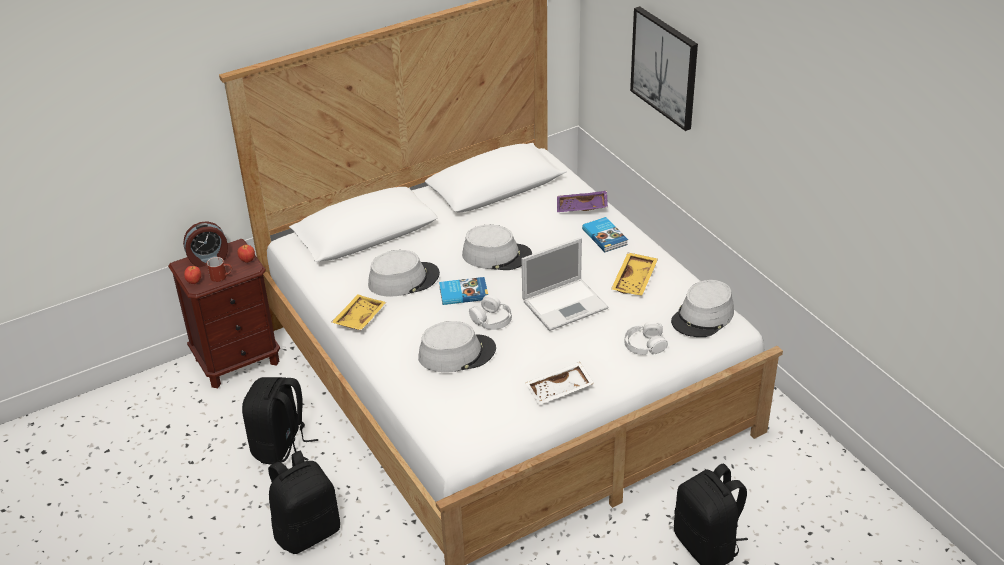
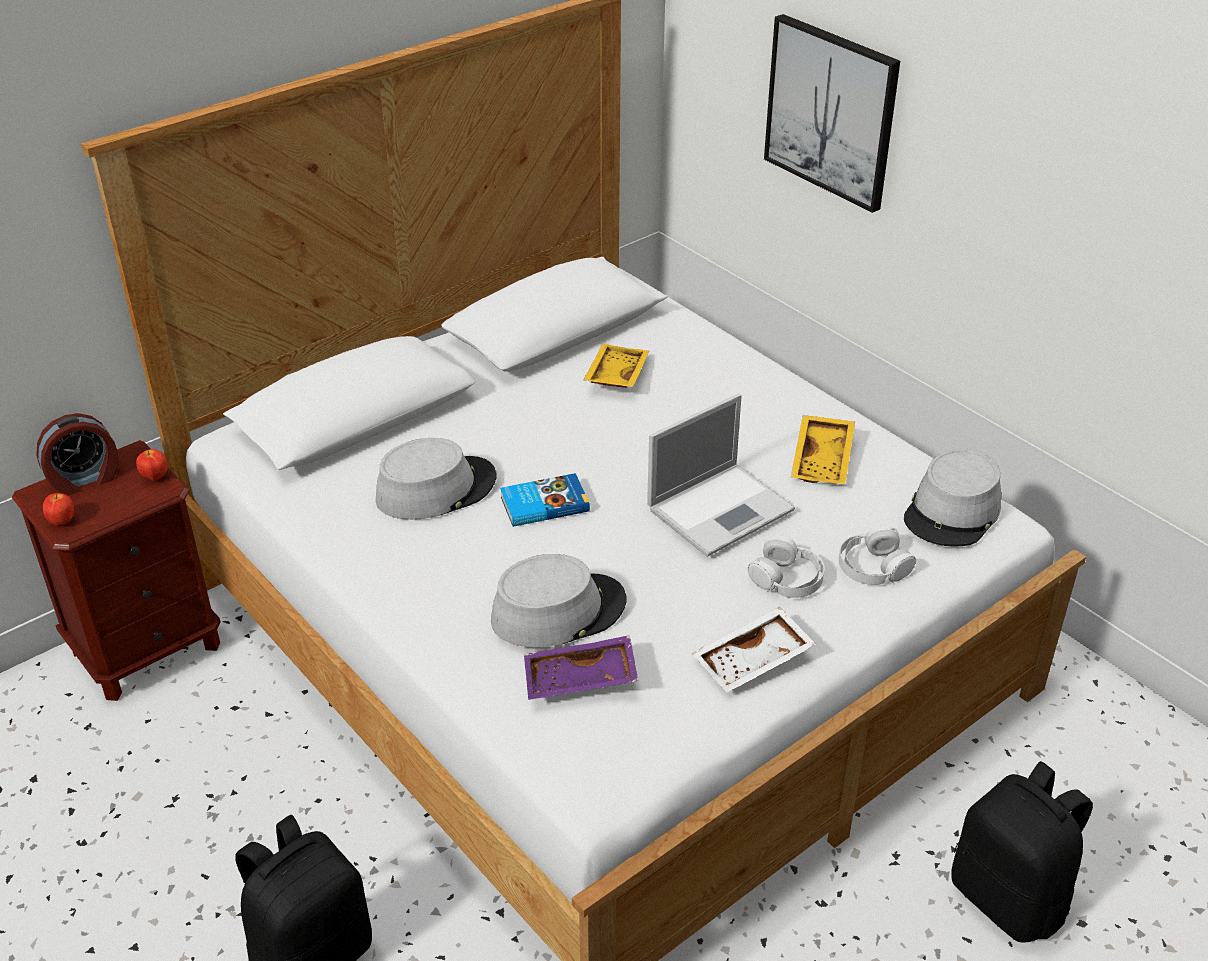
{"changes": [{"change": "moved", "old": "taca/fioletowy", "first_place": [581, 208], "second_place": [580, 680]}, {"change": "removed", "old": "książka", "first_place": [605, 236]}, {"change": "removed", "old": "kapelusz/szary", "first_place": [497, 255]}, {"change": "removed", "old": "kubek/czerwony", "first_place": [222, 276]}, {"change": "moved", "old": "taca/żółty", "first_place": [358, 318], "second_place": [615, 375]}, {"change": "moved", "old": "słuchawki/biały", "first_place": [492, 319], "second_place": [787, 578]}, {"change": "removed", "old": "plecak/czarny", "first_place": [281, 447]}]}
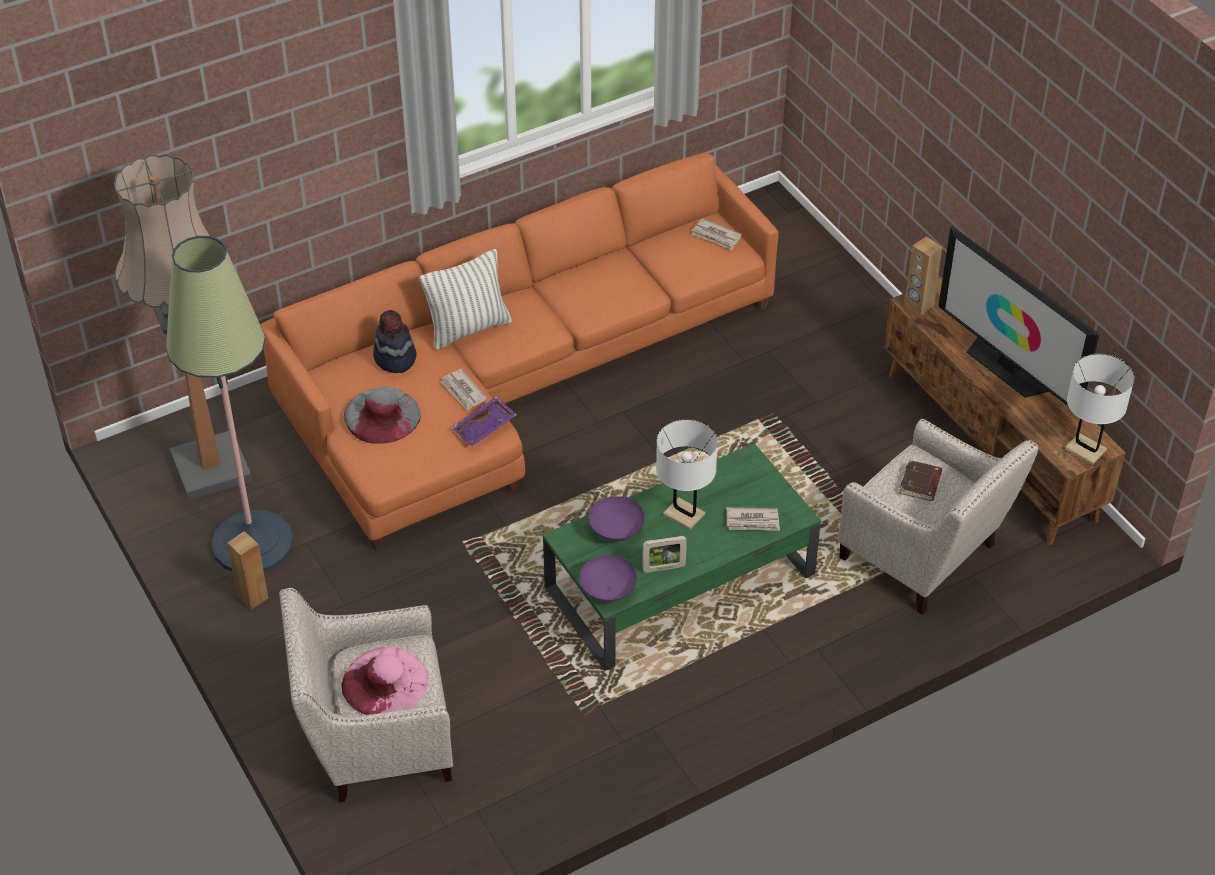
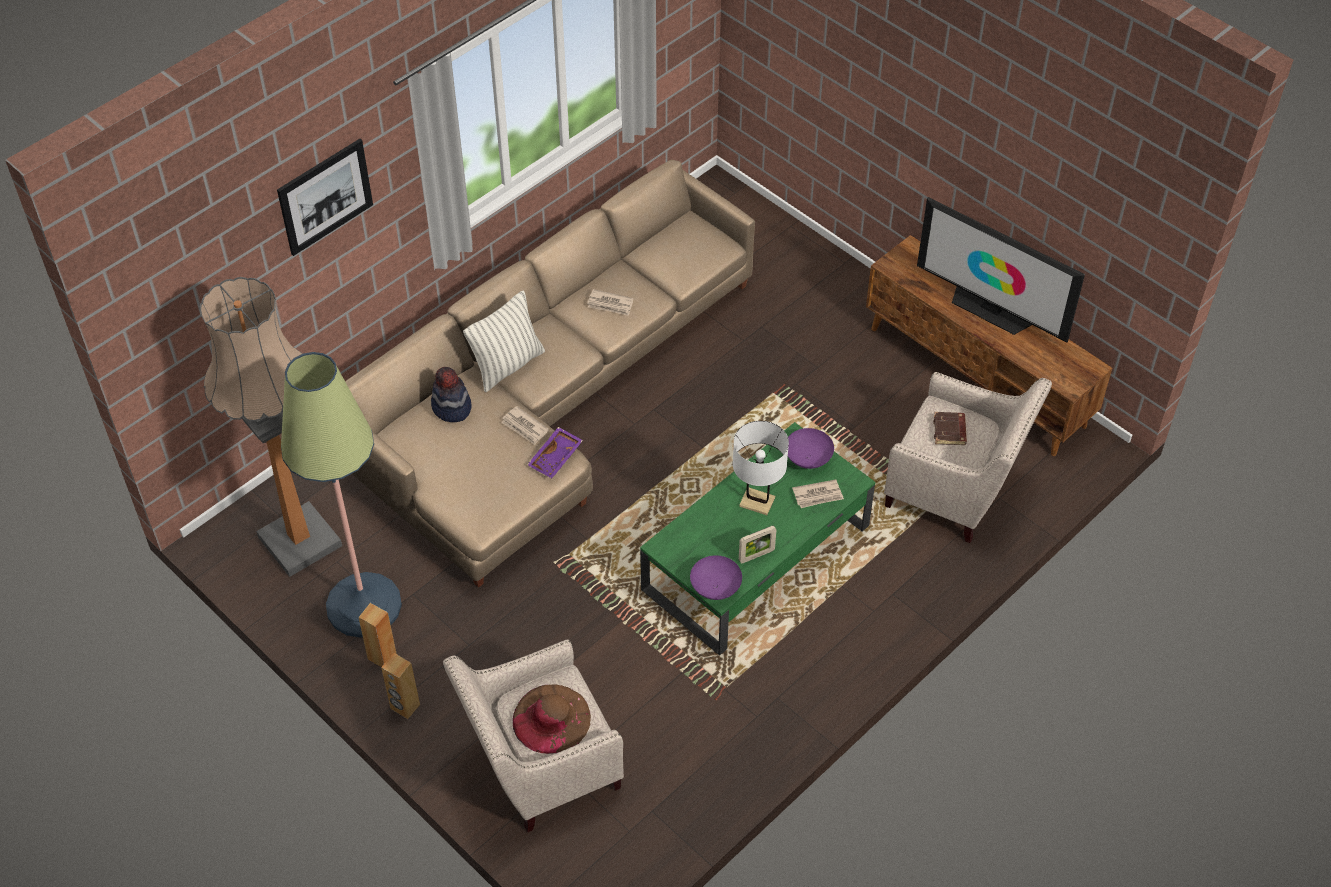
{"changes": [{"change": "recoloured", "old": "kanapa/pomarańczowy", "new": "kanapa/beżowy", "first_place": [512, 380], "second_place": [545, 400]}, {"change": "moved", "old": "gazeta", "first_place": [716, 236], "second_place": [610, 304]}, {"change": "moved", "old": "głośnik/brązowy", "first_place": [918, 305], "second_place": [405, 707]}, {"change": "removed", "old": "lampa stołowa/biały", "first_place": [1085, 450]}, {"change": "removed", "old": "kapelusz/szary", "first_place": [382, 415]}, {"change": "moved", "old": "miska/fioletowy", "first_place": [616, 530], "second_place": [807, 458]}, {"change": "recoloured", "old": "kapelusz/różowy", "new": "kapelusz/brązowy", "first_place": [385, 682], "second_place": [551, 718]}, {"change": "added", "new": "obraz", "second_place": [325, 196]}]}
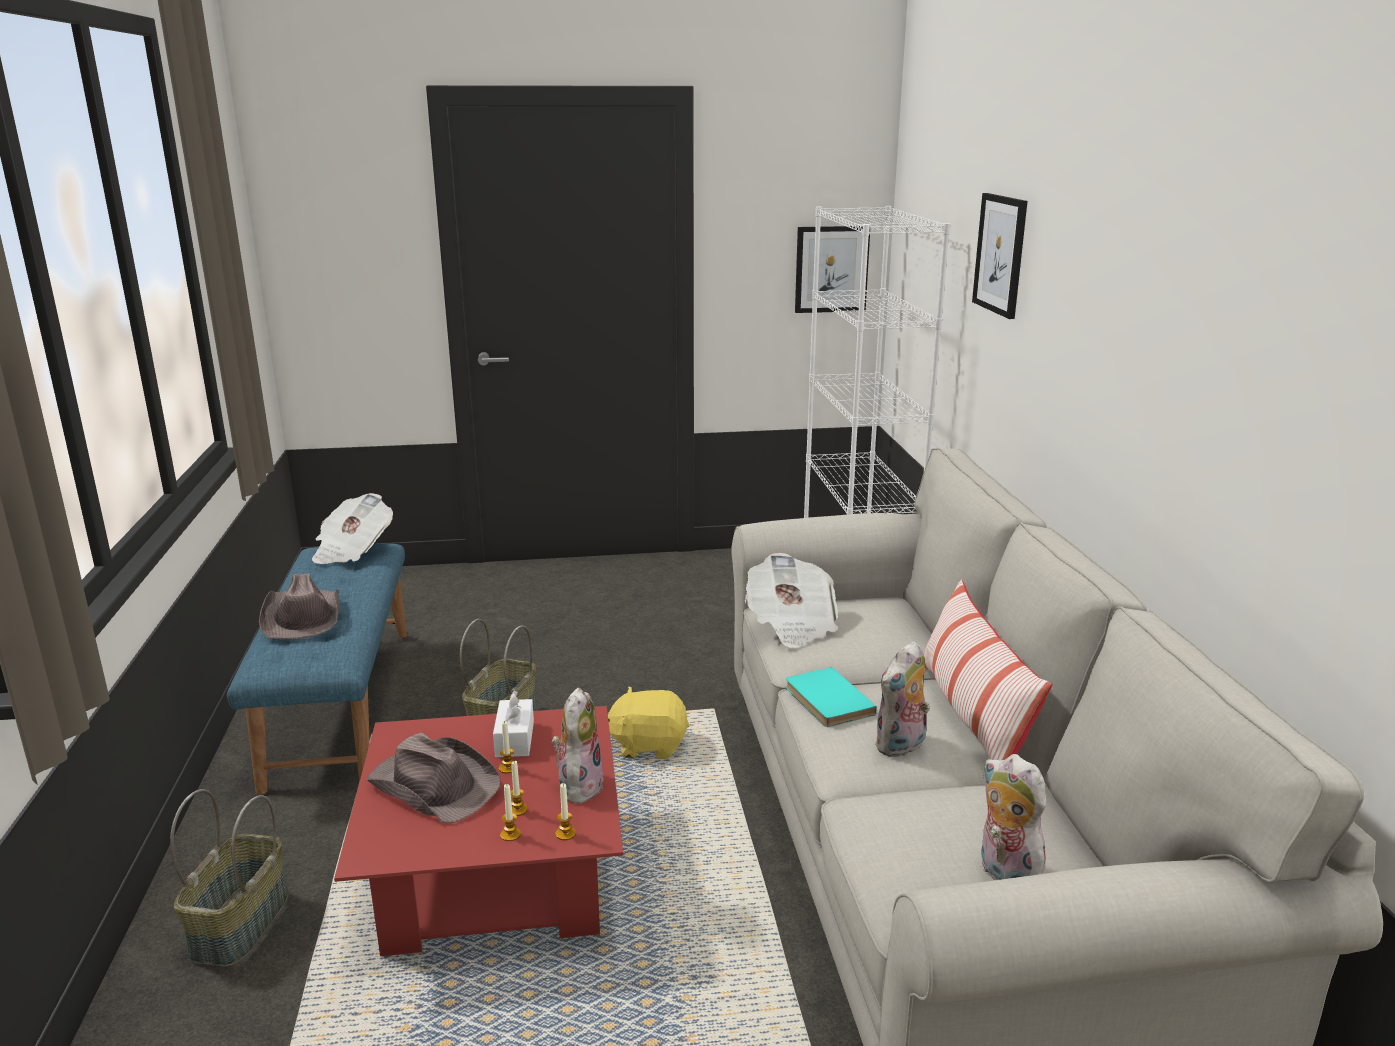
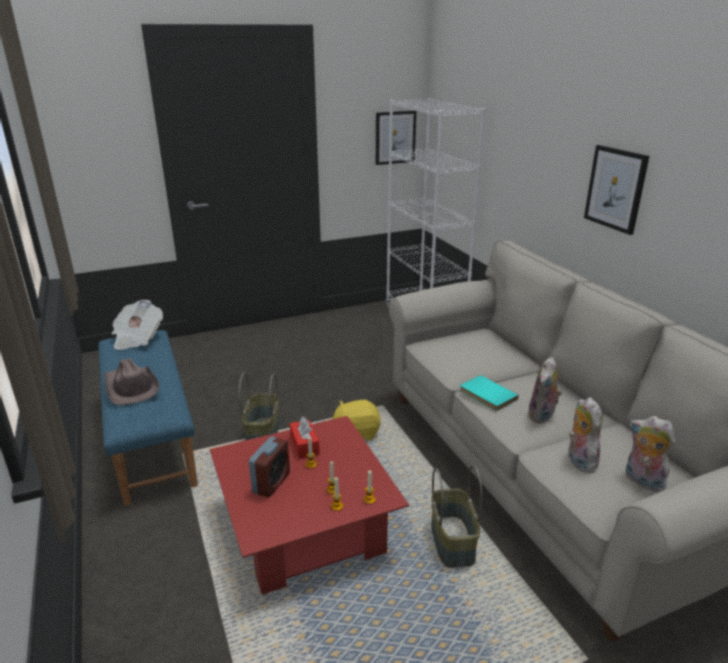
{"changes": [{"change": "moved", "old": "obraz", "first_place": [1000, 254], "second_place": [615, 189]}, {"change": "removed", "old": "gazeta", "first_place": [791, 624]}, {"change": "removed", "old": "poduszka", "first_place": [972, 717]}, {"change": "moved", "old": "pluszak", "first_place": [578, 785], "second_place": [578, 460]}, {"change": "recoloured", "old": "pudełko chusteczek/biały", "new": "pudełko chusteczek/czerwony", "first_place": [514, 739], "second_place": [304, 445]}, {"change": "replaced", "old": "kapelusz/brązowy", "new": "budzik", "first_place": [434, 784], "second_place": [271, 483]}, {"change": "moved", "old": "koszyk", "first_place": [241, 926], "second_place": [453, 542]}]}
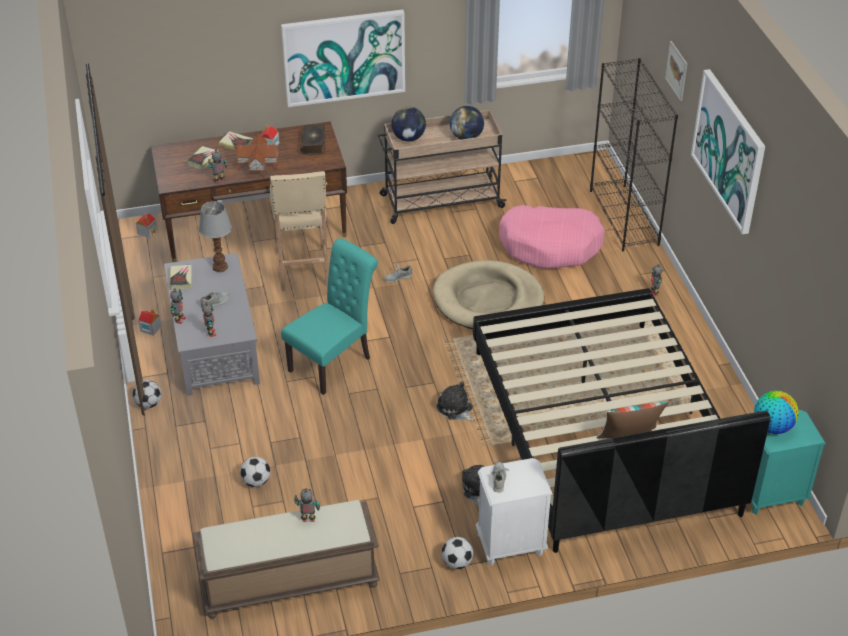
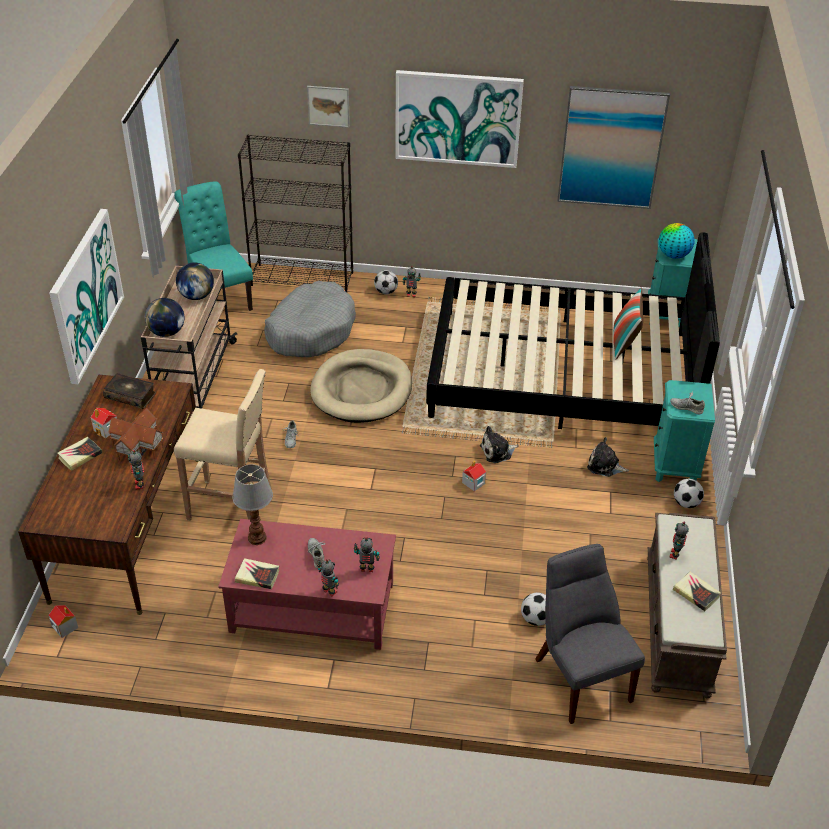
{"changes": [{"change": "moved", "old": "książka", "first_place": [203, 160], "second_place": [696, 593]}, {"change": "recoloured", "old": "legowisko/różowy", "new": "legowisko/szary", "first_place": [550, 245], "second_place": [311, 330]}, {"change": "moved", "old": "krzesło/turkusowy", "first_place": [334, 362], "second_place": [219, 296]}, {"change": "recoloured", "old": "ława/szary", "new": "ława/czerwony", "first_place": [215, 345], "second_place": [311, 607]}, {"change": "moved", "old": "domek", "first_place": [150, 328], "second_place": [473, 483]}, {"change": "moved", "old": "piłka futbolowa", "first_place": [148, 404], "second_place": [386, 292]}, {"change": "recoloured", "old": "szafka nocna/biały", "new": "szafka nocna/turkusowy", "first_place": [510, 544], "second_place": [674, 465]}, {"change": "added", "new": "obraz", "second_place": [611, 148]}, {"change": "added", "new": "krzesło/szary", "second_place": [580, 676]}]}
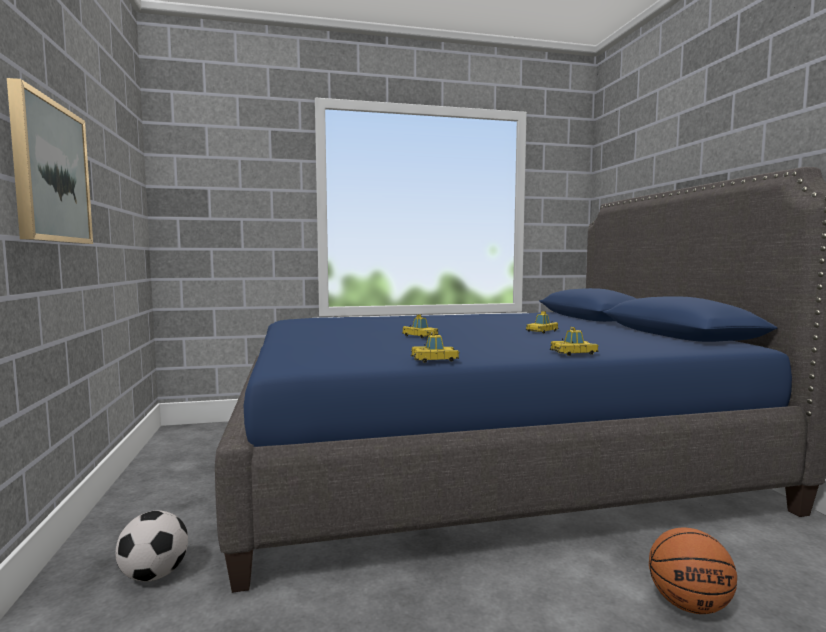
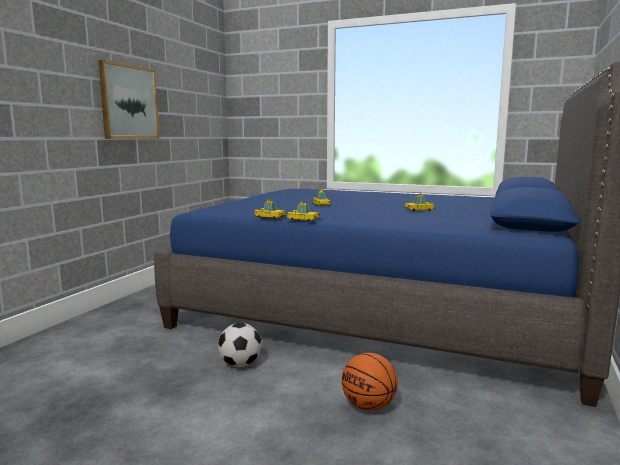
{"changes": [{"change": "moved", "old": "samochodzik", "first_place": [573, 353], "second_place": [303, 219]}, {"change": "moved", "old": "piłka futbolowa", "first_place": [154, 575], "second_place": [240, 364]}]}
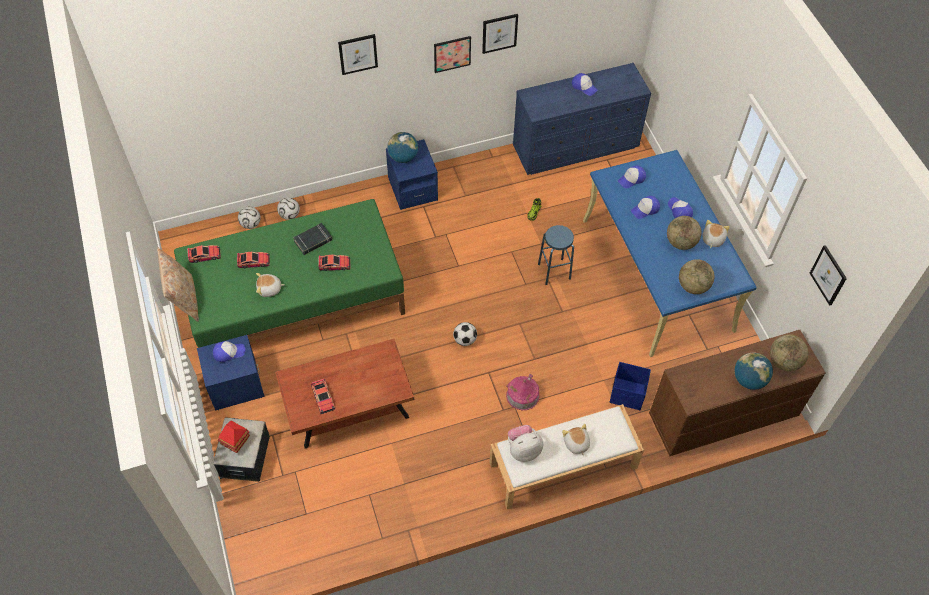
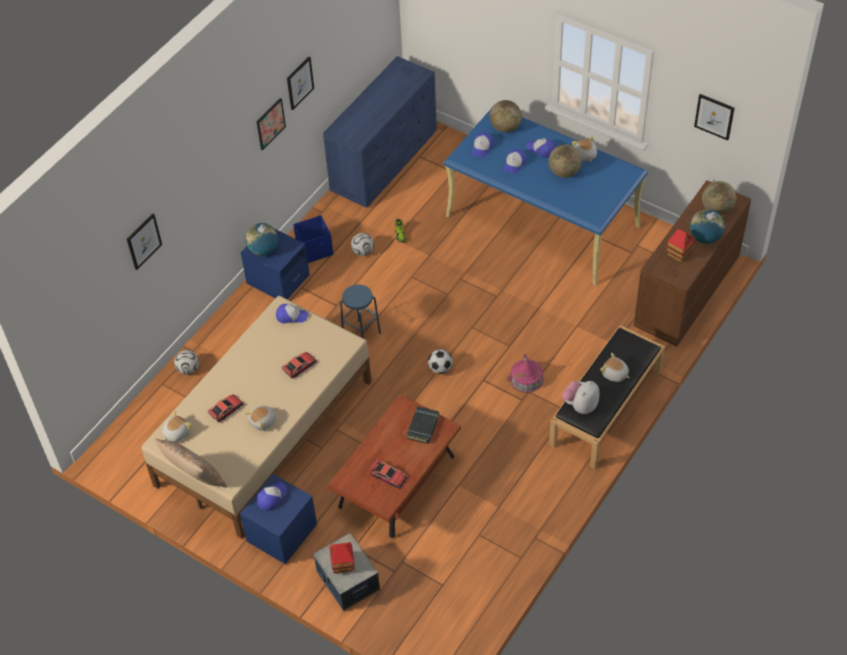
{"changes": [{"change": "moved", "old": "obraz", "first_place": [358, 54], "second_place": [143, 241]}, {"change": "moved", "old": "czapka z daszkiem", "first_place": [584, 86], "second_place": [291, 316]}, {"change": "recoloured", "old": "łóżko/zielony", "new": "łóżko/beżowy", "first_place": [294, 299], "second_place": [263, 432]}, {"change": "moved", "old": "piłka futbolowa", "first_place": [251, 224], "second_place": [363, 251]}, {"change": "moved", "old": "książka/czarny", "first_place": [313, 241], "second_place": [423, 427]}, {"change": "moved", "old": "stołek/niebieski", "first_place": [554, 271], "second_place": [361, 335]}, {"change": "replaced", "old": "samochodzik", "new": "pluszak", "first_place": [205, 255], "second_place": [176, 433]}, {"change": "moved", "old": "globus", "first_place": [693, 286], "second_place": [505, 127]}, {"change": "moved", "old": "pojemnik do przechowywania/niebieski", "first_place": [628, 394], "second_place": [315, 250]}, {"change": "recoloured", "old": "ławka/biały", "new": "ławka/czarny", "first_place": [562, 466], "second_place": [606, 409]}, {"change": "added", "new": "domek", "second_place": [678, 253]}]}
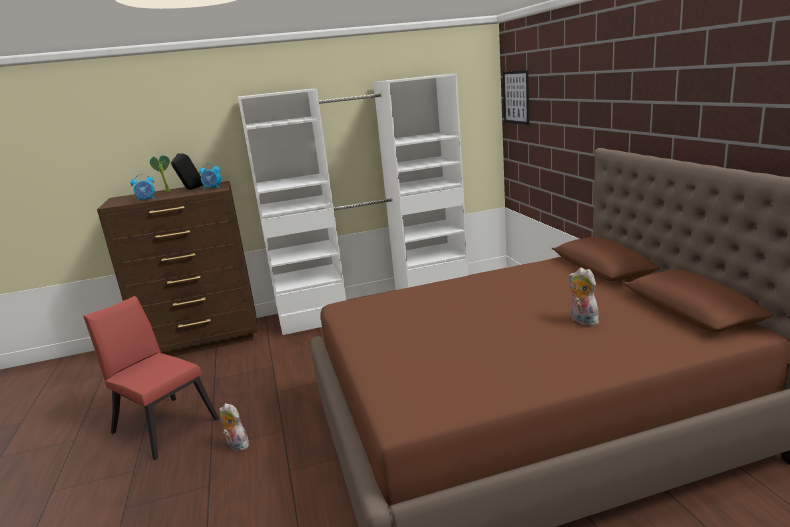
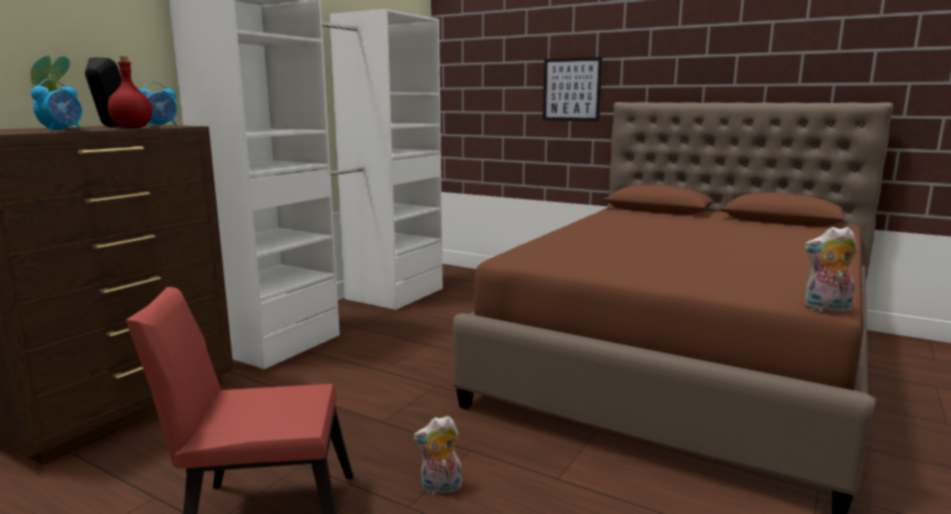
{"changes": [{"change": "moved", "old": "obraz", "first_place": [516, 97], "second_place": [571, 89]}, {"change": "moved", "old": "pluszak", "first_place": [582, 321], "second_place": [826, 309]}, {"change": "added", "new": "butelka/czerwony", "second_place": [133, 127]}]}
